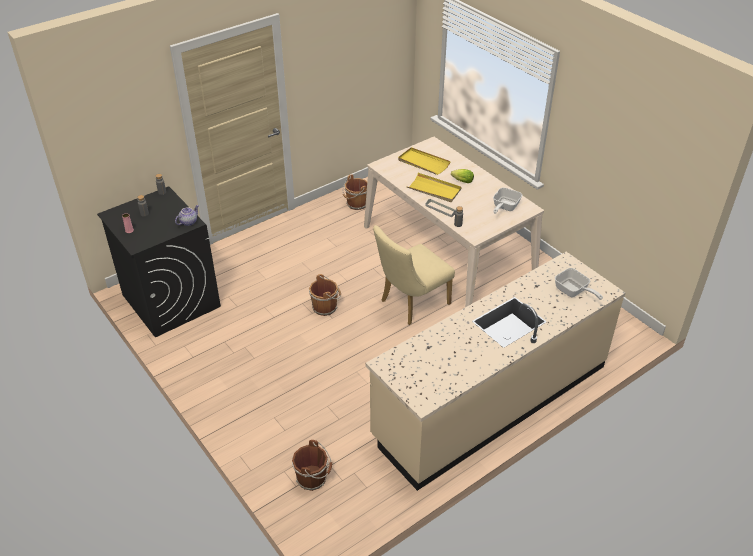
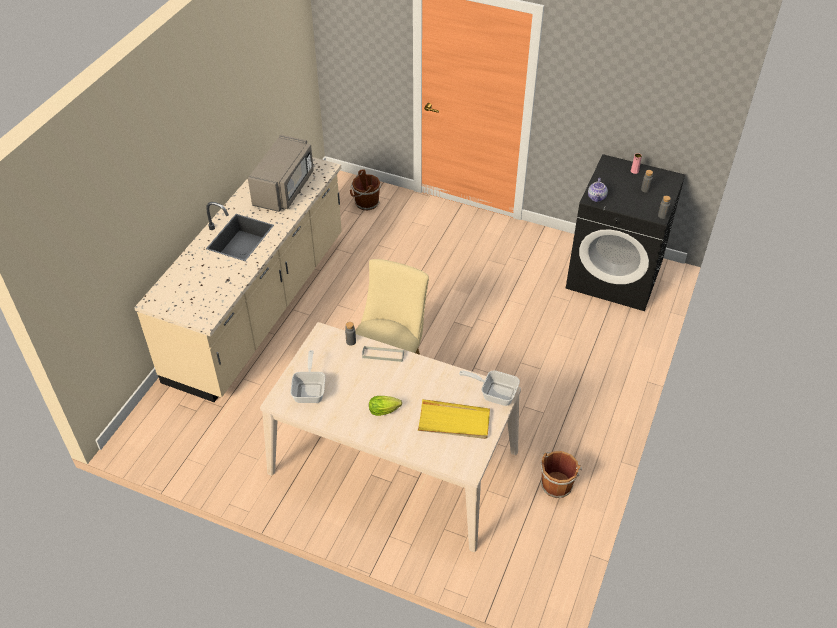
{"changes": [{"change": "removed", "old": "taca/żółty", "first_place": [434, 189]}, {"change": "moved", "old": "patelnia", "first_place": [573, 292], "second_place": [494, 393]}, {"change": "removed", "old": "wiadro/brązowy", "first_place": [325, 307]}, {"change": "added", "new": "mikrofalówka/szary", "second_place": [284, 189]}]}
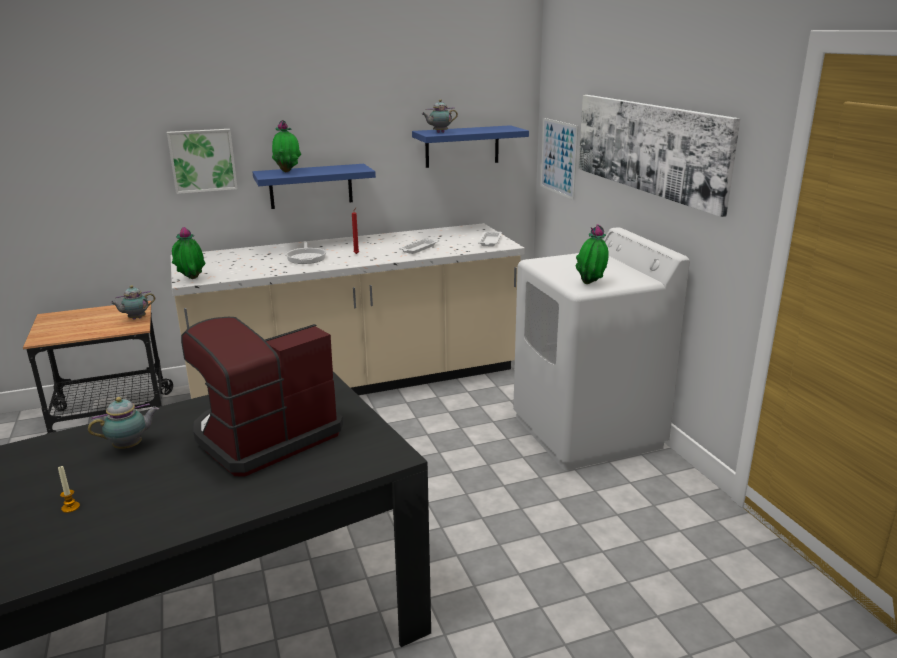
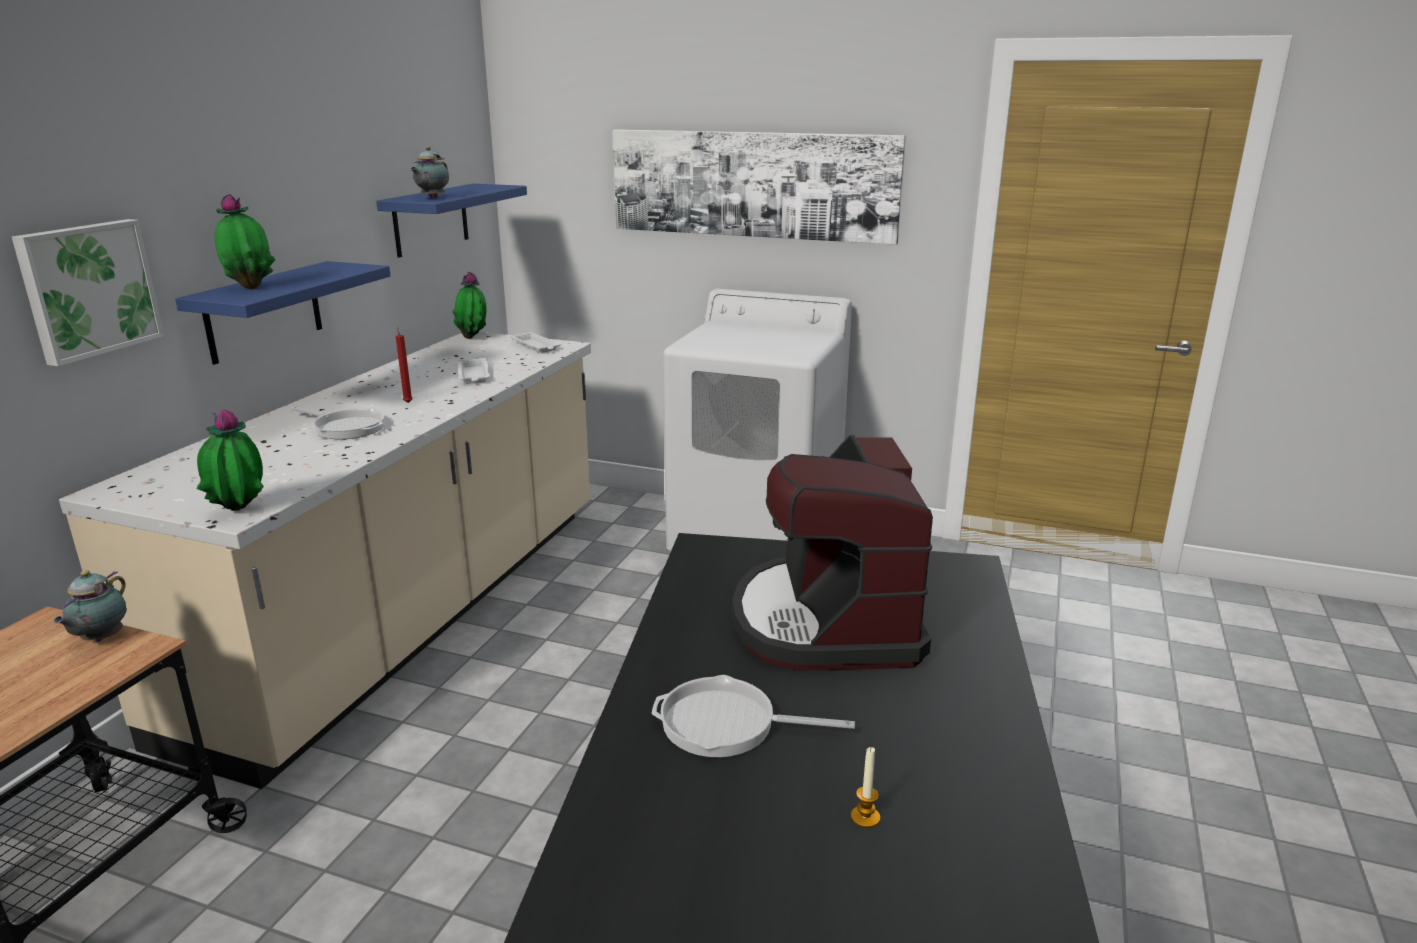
{"changes": [{"change": "removed", "old": "obraz", "first_place": [558, 157]}, {"change": "moved", "old": "roślina doniczkowa", "first_place": [591, 284], "second_place": [473, 338]}, {"change": "replaced", "old": "imbryk", "new": "patelnia", "first_place": [130, 446], "second_place": [726, 725]}]}
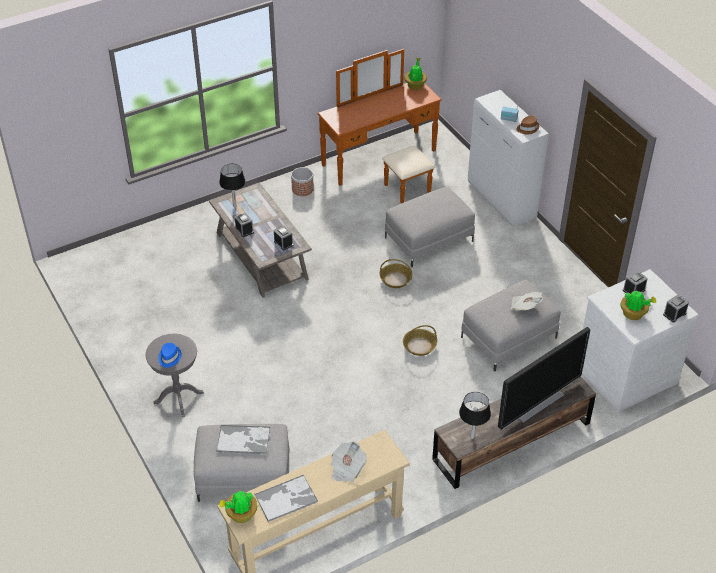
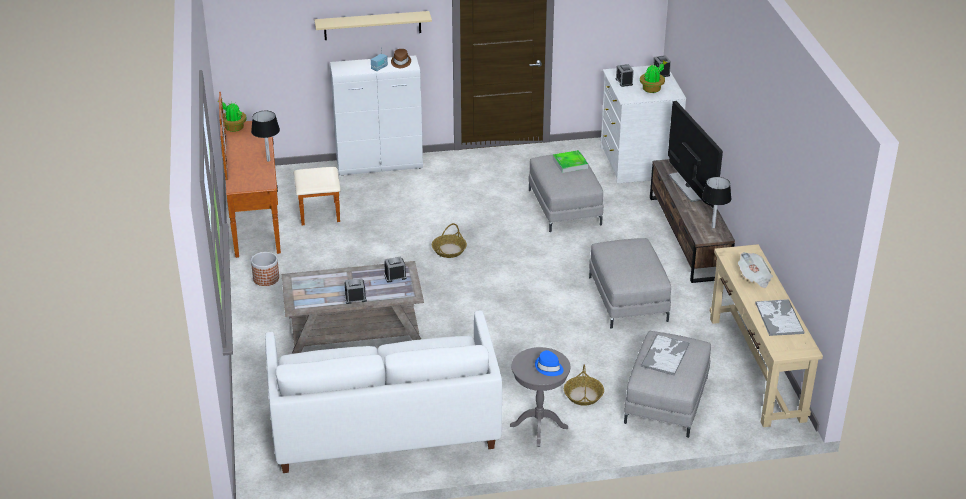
{"changes": [{"change": "moved", "old": "lampa stołowa/czarny", "first_place": [234, 206], "second_place": [268, 160]}, {"change": "moved", "old": "pufa/szary", "first_place": [429, 239], "second_place": [628, 299]}, {"change": "replaced", "old": "gazeta", "new": "taca", "first_place": [525, 306], "second_place": [570, 163]}, {"change": "moved", "old": "koszyk", "first_place": [419, 346], "second_place": [583, 395]}, {"change": "removed", "old": "roślina doniczkowa", "first_place": [240, 515]}, {"change": "added", "new": "półka/beżowy", "second_place": [372, 25]}, {"change": "added", "new": "kanapa/biały", "second_place": [384, 425]}]}
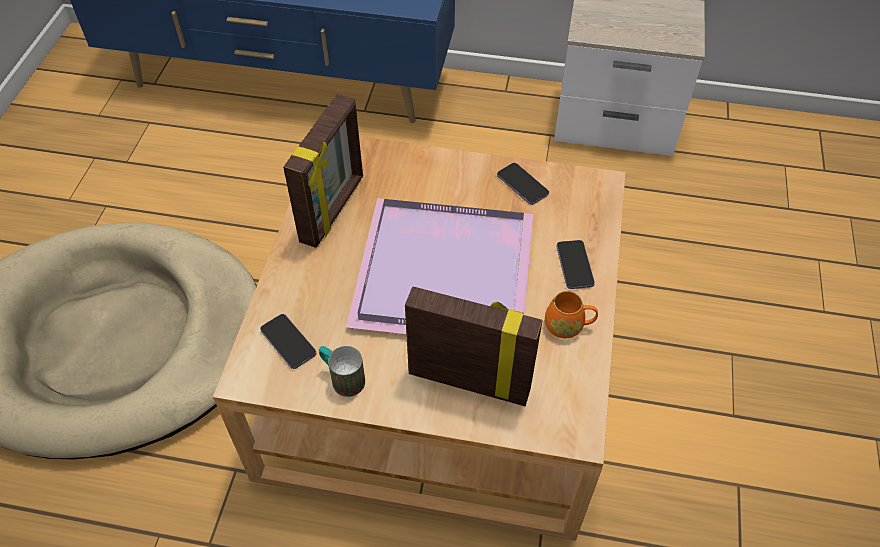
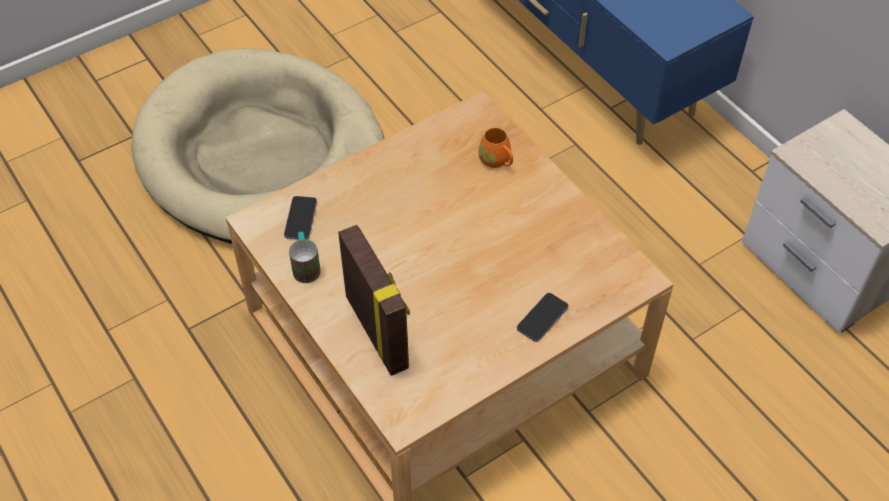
{"changes": [{"change": "removed", "old": "ramka na zdjęcie", "first_place": [334, 210]}, {"change": "removed", "old": "telefon", "first_place": [522, 185]}, {"change": "removed", "old": "taca/fioletowy", "first_place": [448, 270]}, {"change": "moved", "old": "kubek/pomarańczowy", "first_place": [568, 326], "second_place": [497, 161]}]}
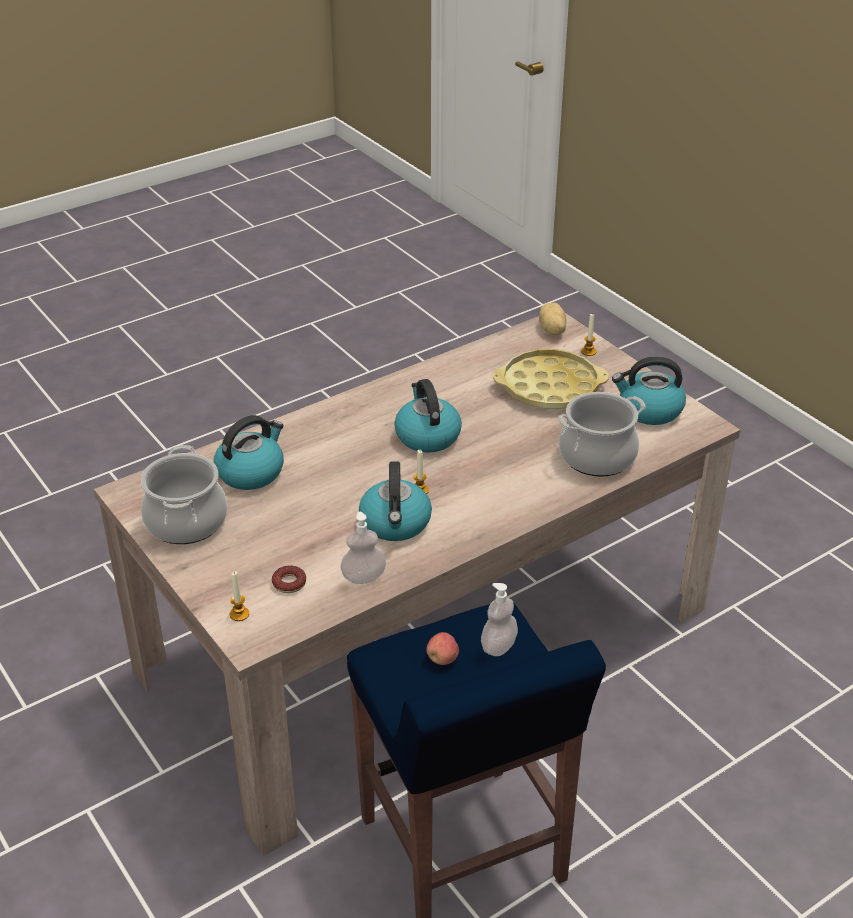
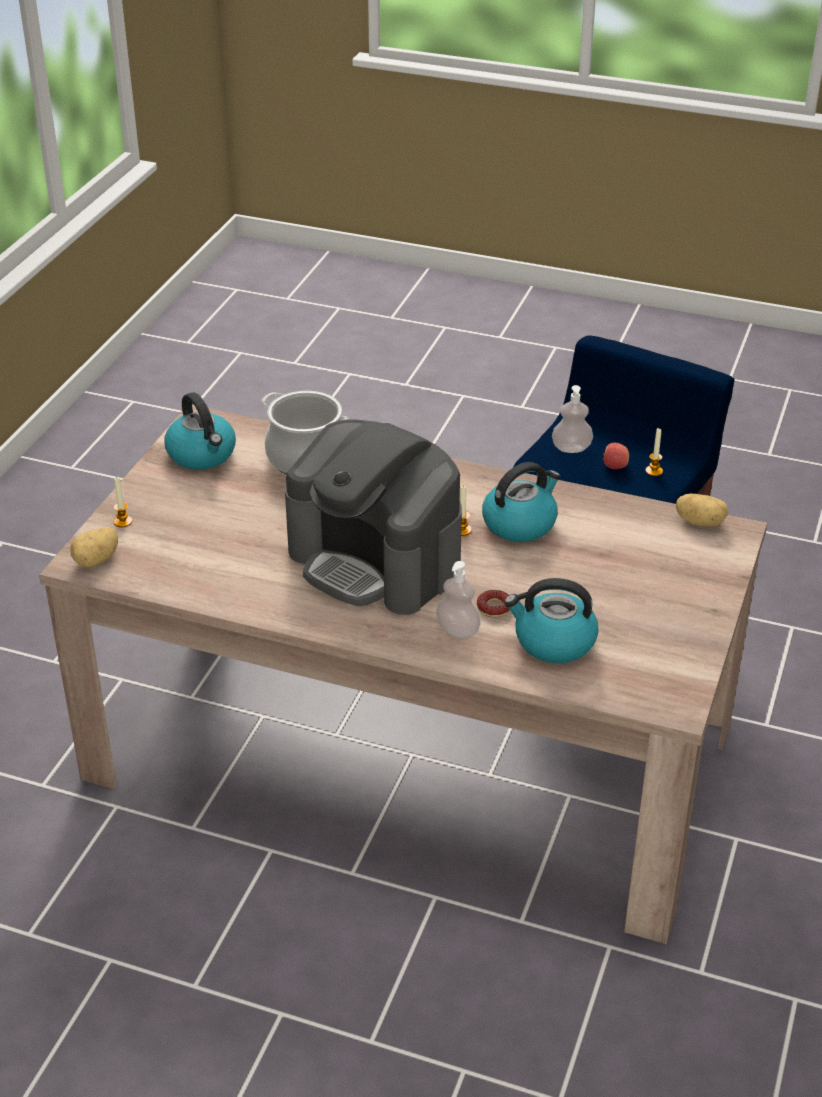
{"changes": [{"change": "removed", "old": "taca/żółty", "first_place": [549, 387]}, {"change": "replaced", "old": "czajnik", "new": "ekspres do kawy", "first_place": [427, 436], "second_place": [376, 561]}, {"change": "removed", "old": "garnek", "first_place": [185, 521]}, {"change": "moved", "old": "dozownik mydła", "first_place": [363, 577], "second_place": [458, 631]}, {"change": "moved", "old": "donut", "first_place": [289, 583], "second_place": [494, 608]}, {"change": "moved", "old": "świeca", "first_place": [239, 614], "second_place": [654, 471]}, {"change": "added", "new": "ziemniak", "second_place": [700, 522]}]}
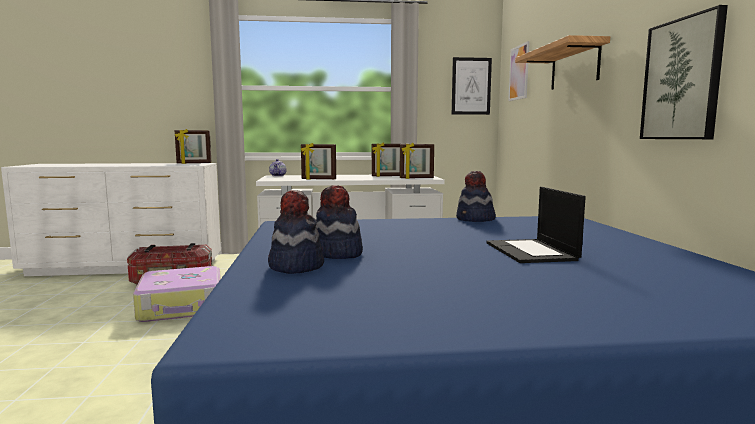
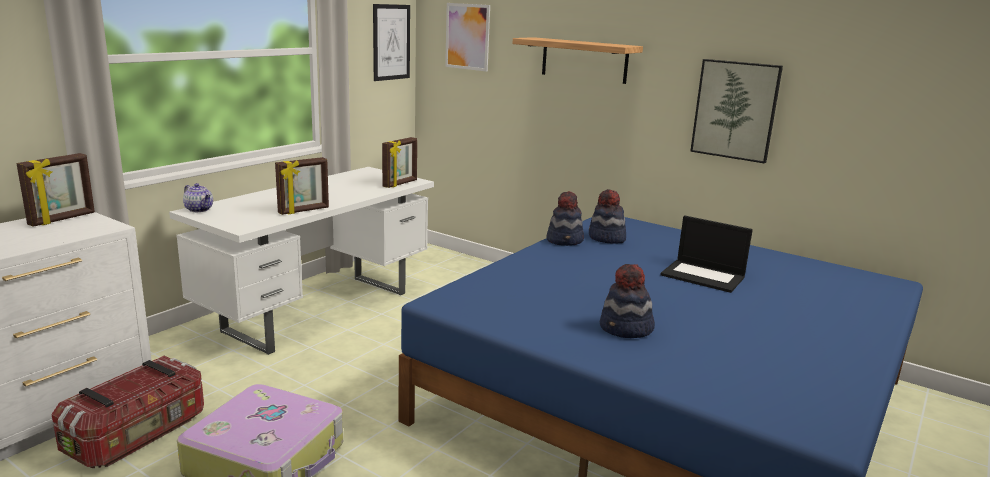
{"changes": [{"change": "removed", "old": "ramka na zdjęcie", "first_place": [387, 176]}, {"change": "moved", "old": "kapelusz", "first_place": [295, 266], "second_place": [606, 238]}]}
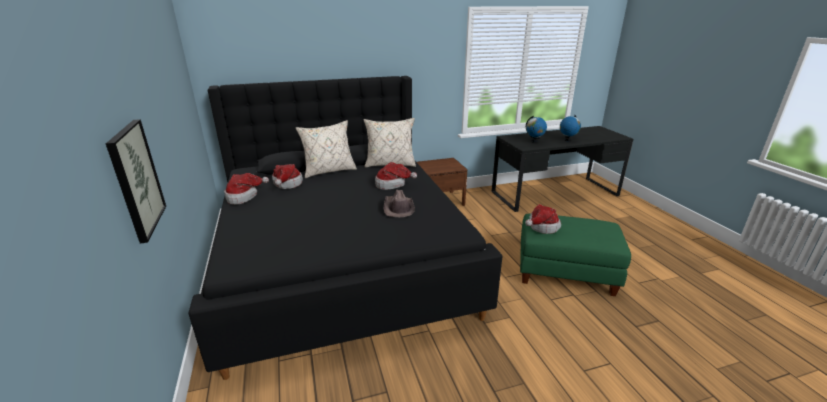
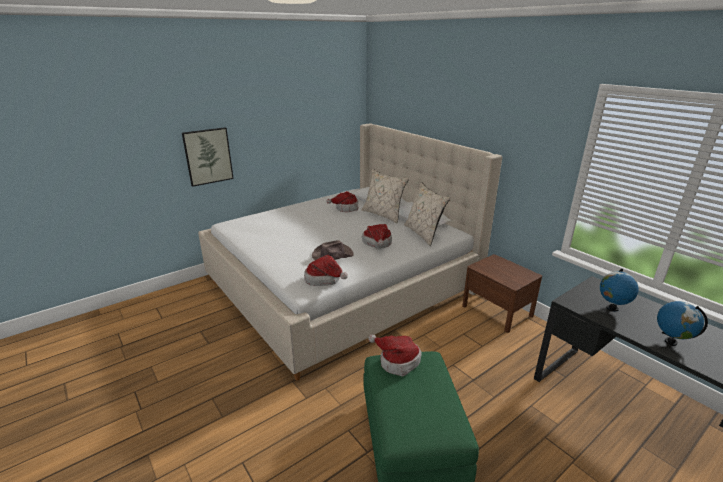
{"changes": [{"change": "recoloured", "old": "łóżko/czarny", "new": "łóżko/beżowy", "first_place": [342, 261], "second_place": [344, 286]}, {"change": "moved", "old": "kapelusz", "first_place": [244, 196], "second_place": [325, 280]}]}
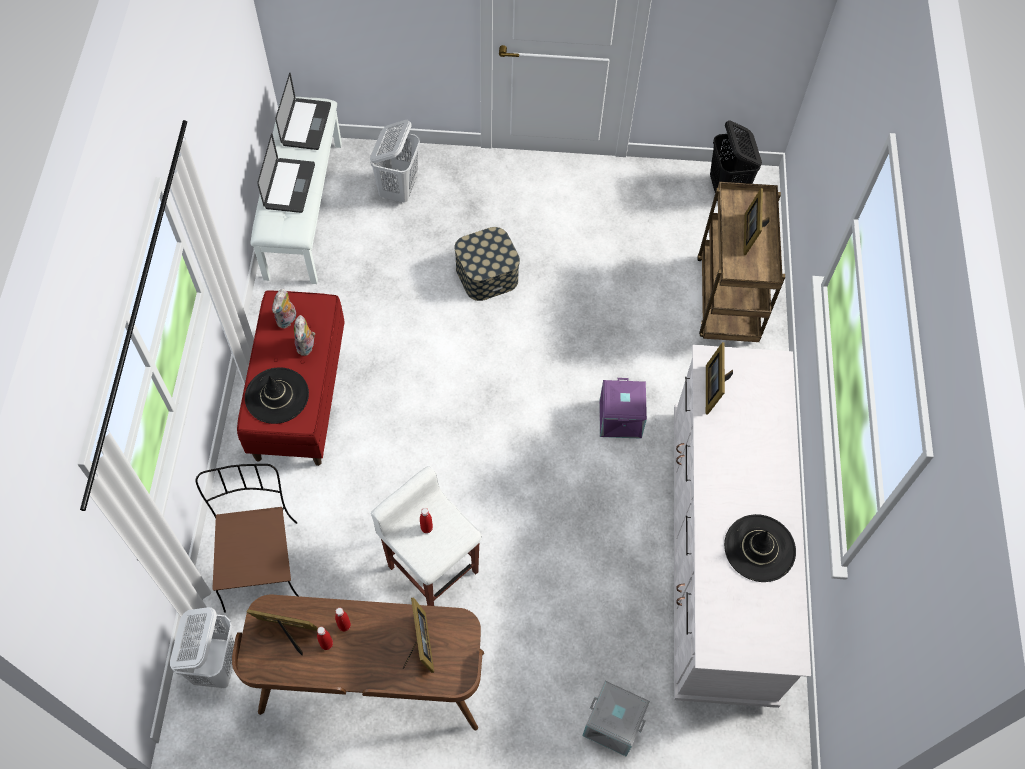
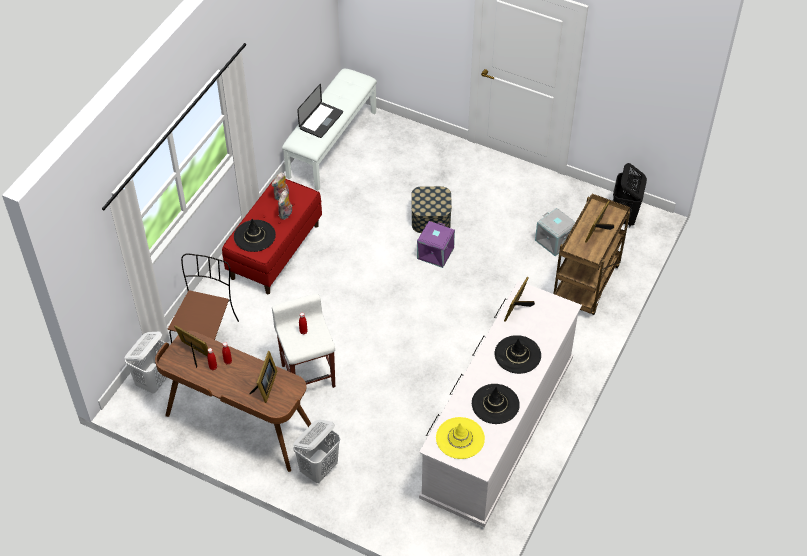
{"changes": [{"change": "removed", "old": "laptop", "first_place": [306, 125]}, {"change": "moved", "old": "kosz na pranie/biały", "first_place": [399, 189], "second_place": [319, 469]}, {"change": "moved", "old": "pojemnik do przechowywania/fioletowy", "first_place": [621, 419], "second_place": [436, 253]}, {"change": "moved", "old": "pojemnik do przechowywania/szary", "first_place": [614, 723], "second_place": [555, 241]}, {"change": "added", "new": "kapelusz/czarny", "second_place": [517, 355]}, {"change": "added", "new": "kapelusz/żółty", "second_place": [460, 438]}]}
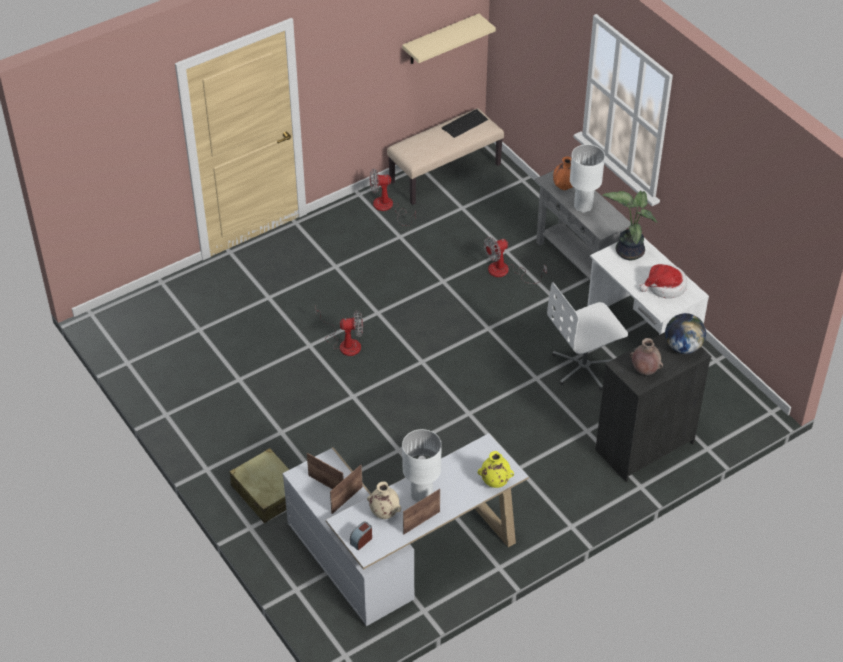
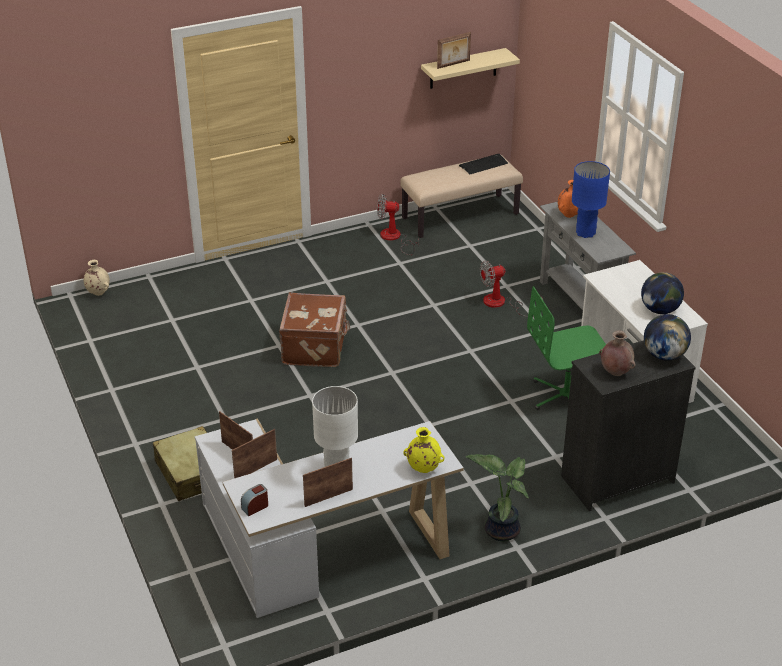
{"changes": [{"change": "recoloured", "old": "lampa stołowa/biały", "new": "lampa stołowa/niebieski", "first_place": [583, 206], "second_place": [585, 233]}, {"change": "moved", "old": "roślina doniczkowa", "first_place": [628, 250], "second_place": [501, 529]}, {"change": "replaced", "old": "kapelusz", "new": "globus", "first_place": [665, 286], "second_place": [660, 310]}, {"change": "recoloured", "old": "krzesło biurowe/biały", "new": "krzesło biurowe/zielony", "first_place": [584, 367], "second_place": [566, 396]}, {"change": "replaced", "old": "wentylator", "new": "walizka/brązowy", "first_place": [344, 343], "second_place": [316, 347]}, {"change": "moved", "old": "wazon/beżowy", "first_place": [384, 513], "second_place": [98, 293]}, {"change": "added", "new": "ramka na zdjęcie", "second_place": [454, 64]}]}
